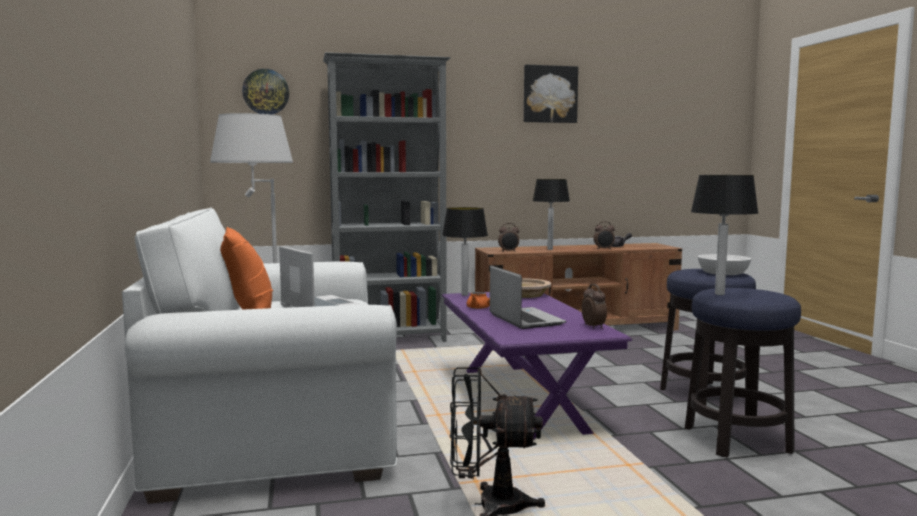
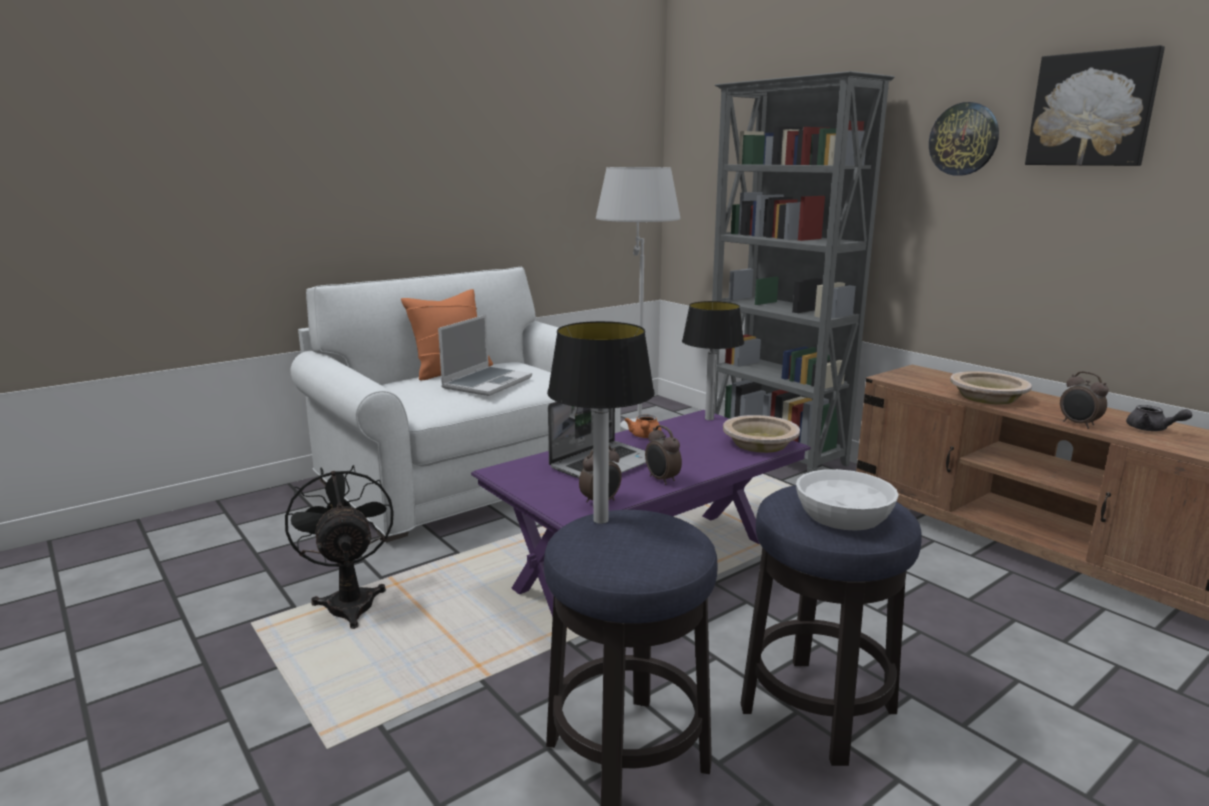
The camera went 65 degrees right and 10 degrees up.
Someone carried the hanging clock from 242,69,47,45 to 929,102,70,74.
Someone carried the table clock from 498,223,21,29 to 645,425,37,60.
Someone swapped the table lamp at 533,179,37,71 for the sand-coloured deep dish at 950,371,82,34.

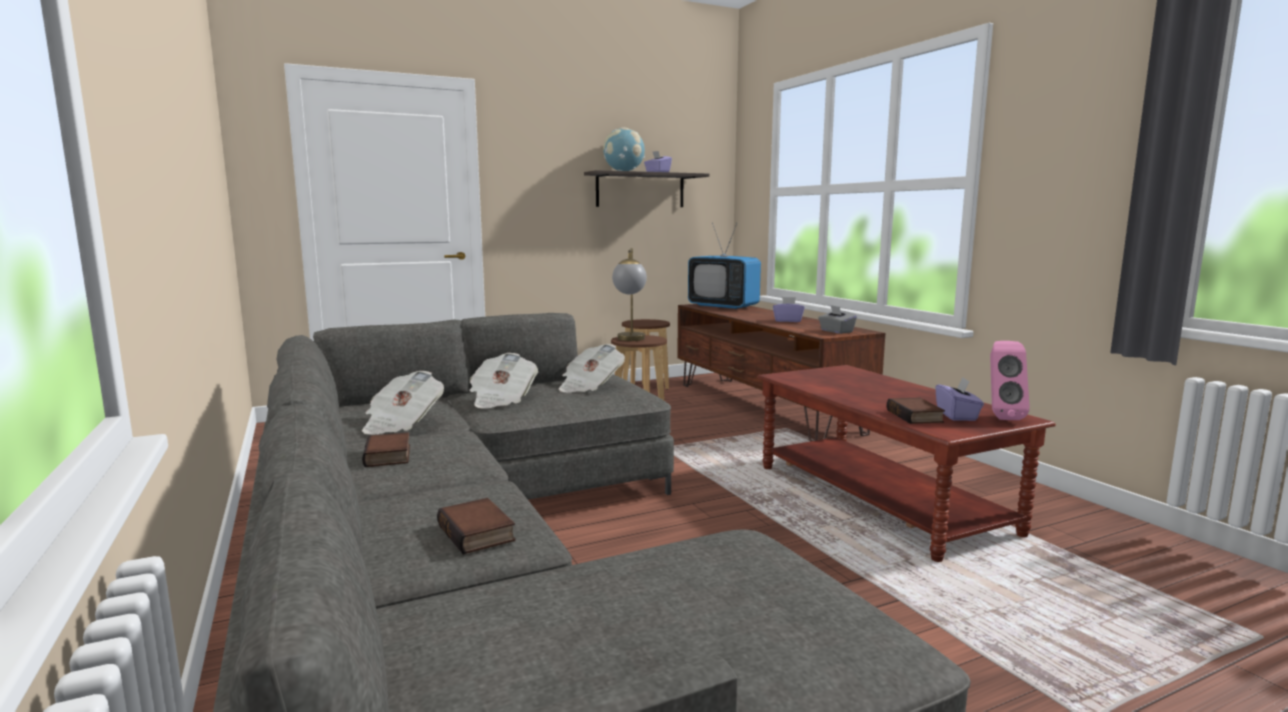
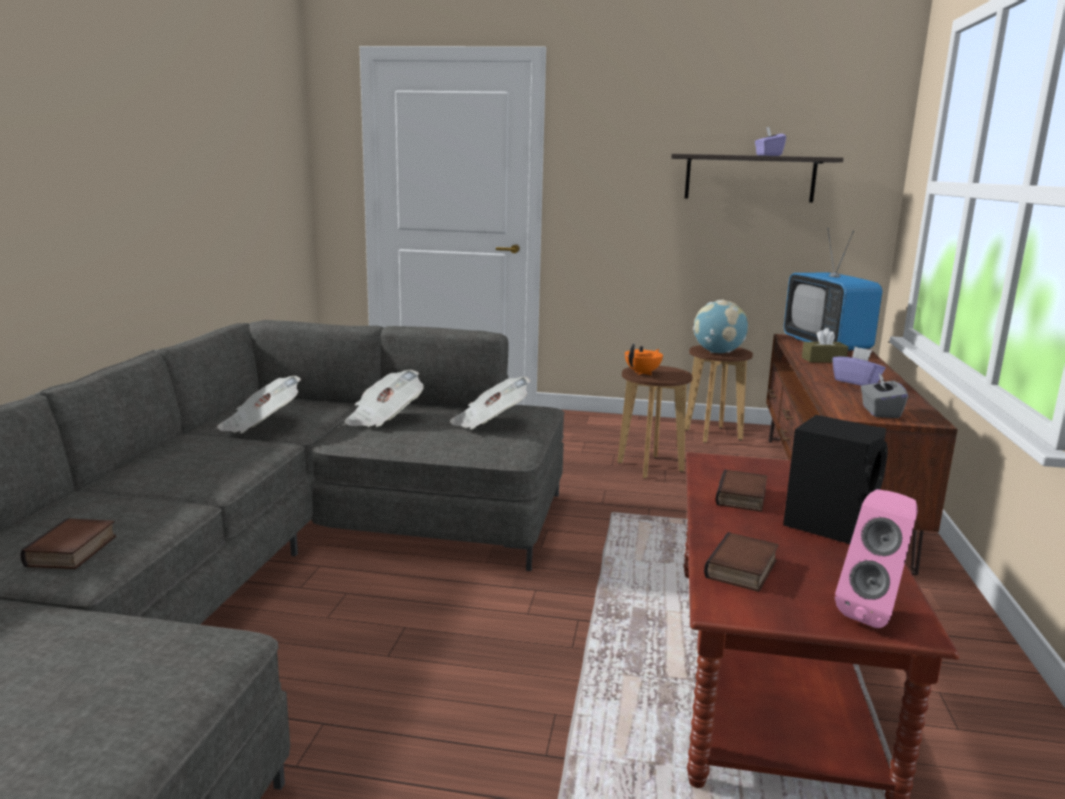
The camera went 35 degrees right and 5 degrees up.
Someone took away the purple tissue holder at 935,377,49,44.
Someone put down the black-coloured speaker at 783,415,105,129.
Someone put down the brownish tissue holder at 802,328,46,35.
Someone carried the bound book from 362,432,48,35 to 715,470,52,42.
Someone carried the globe from 603,127,42,44 to 693,299,55,54.
Someone swapped the table lamp at 612,248,35,93 for the orange-coloured pot for tea at 625,344,38,31.

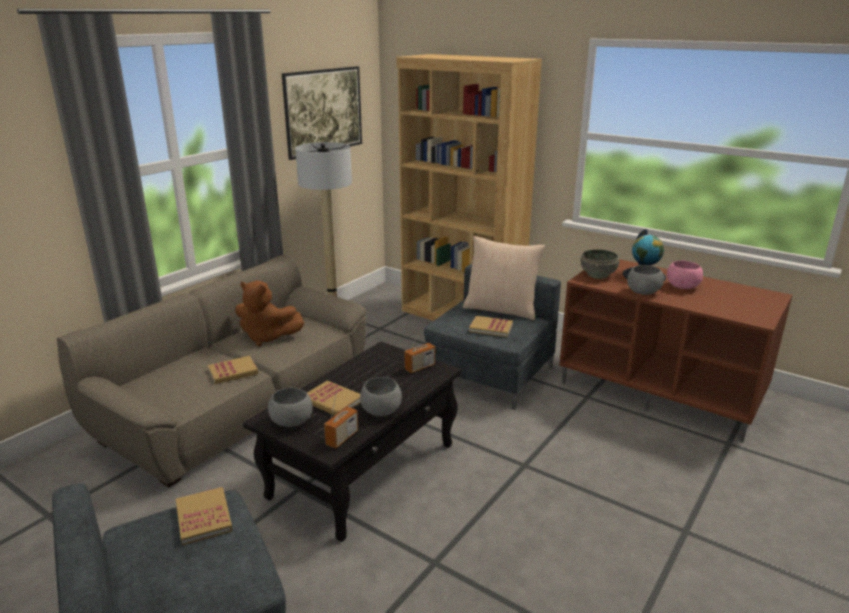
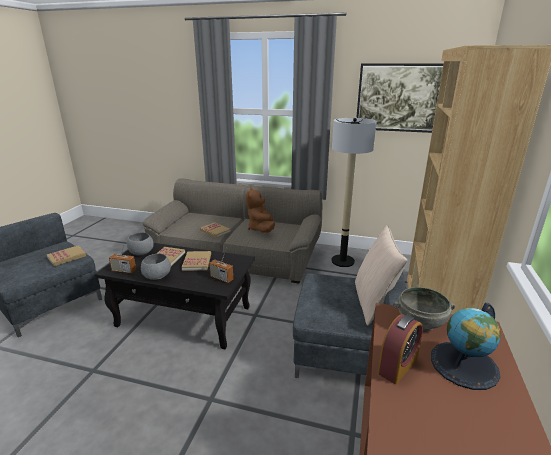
The camera went 70 degrees right and 0 degrees up.
Someone took away the pinkish deep dish at 667,261,36,28.
Someone carried the bound book from 469,316,44,21 to 182,251,29,20.
Someone swapped the greyish deep dish at 627,265,37,30 for the table clock at 378,314,45,70.

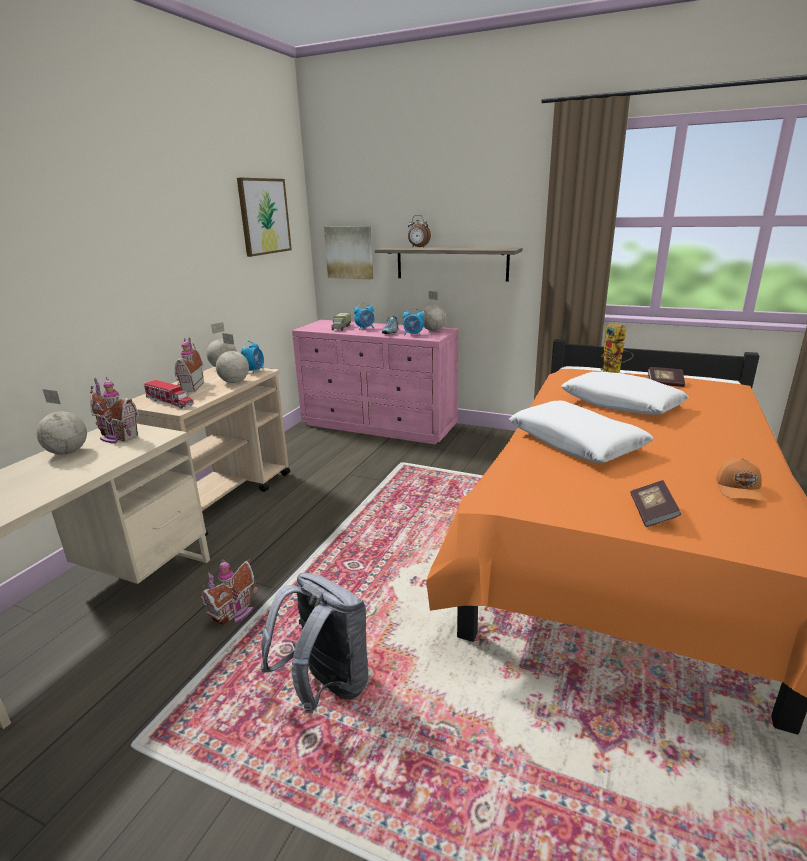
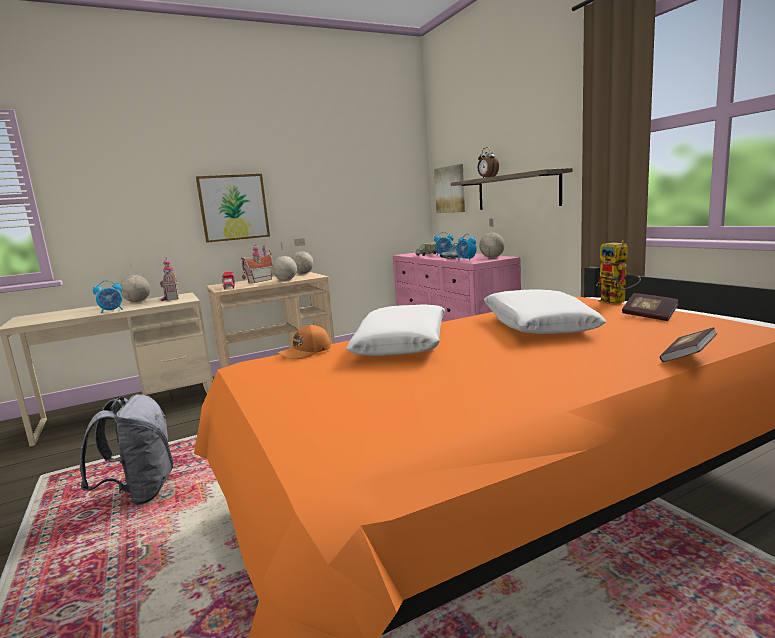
The camera went 40 degrees right and 10 degrees down.
Someone took away the miniature house at 200,559,58,67.
Someone carried the wall art from 237,178,55,79 to 196,174,74,69.
Someone carried the table clock from 241,341,23,33 to 93,280,30,33.
Someone carried the bound book from 630,480,51,47 to 660,327,57,35.
Someone carried the orange-coloured cap from 716,458,49,43 to 277,324,54,35.
Someone rotated the toy robot at 600,324,33,49 by 45 degrees counterclockwise.

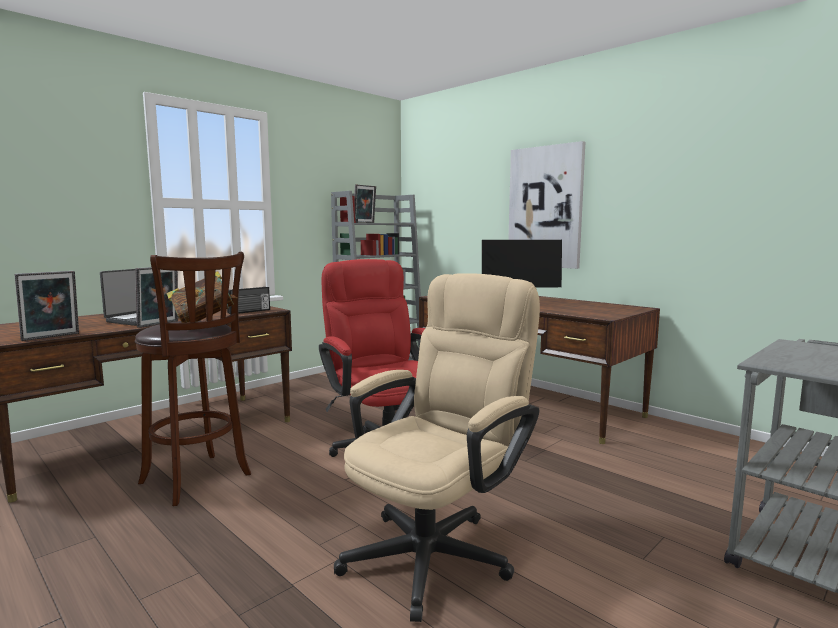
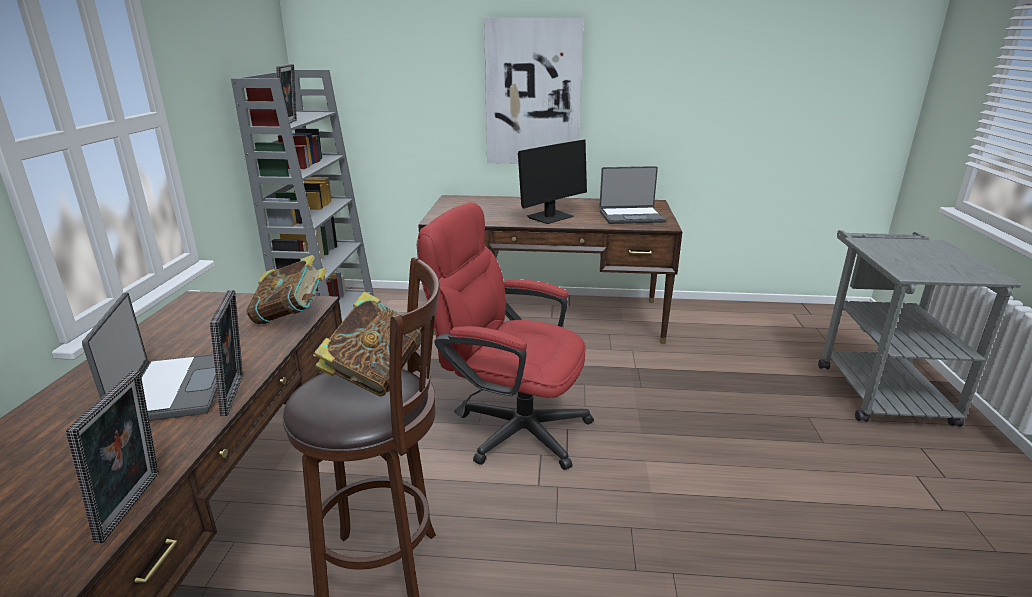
The camera went 40 degrees left and 15 degrees up.
Someone took away the sand-coloured office chair at 334,273,206,349.
Someone put down the notebook computer at 599,166,67,58.
Someone swapped the radio at 227,287,43,27 for the bound book at 246,255,81,69.

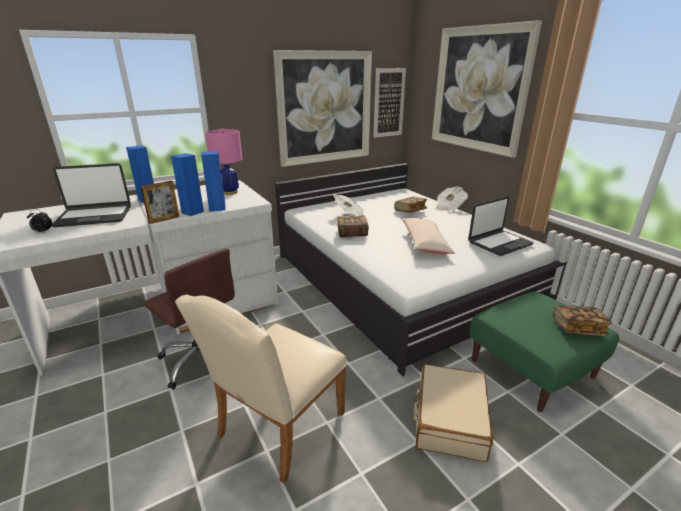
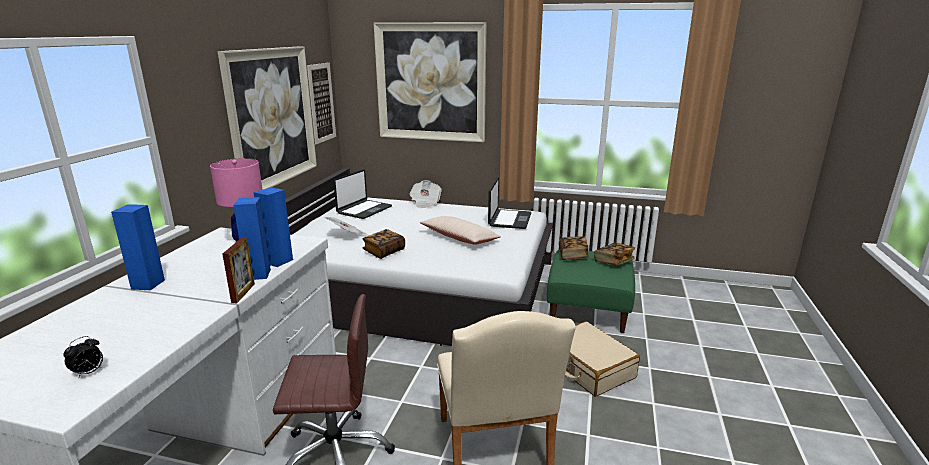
The camera went 45 degrees left and 5 degrees down.
Someone carried the notebook computer from 52,163,79,64 to 333,169,59,50.
Someone carried the bound book from 395,196,32,17 to 559,236,30,24.

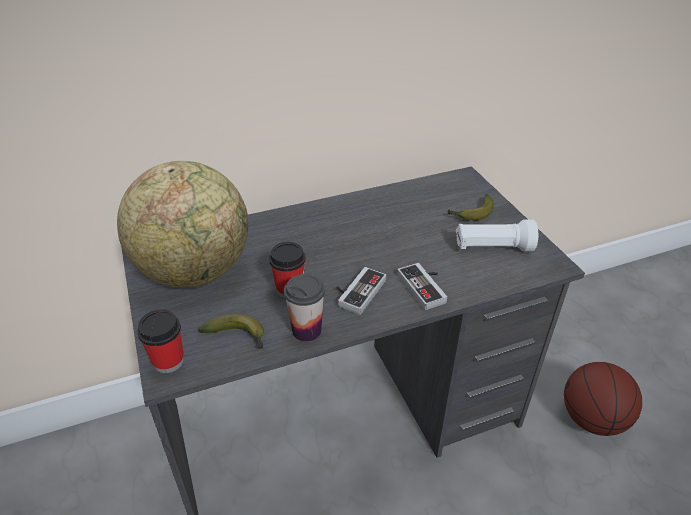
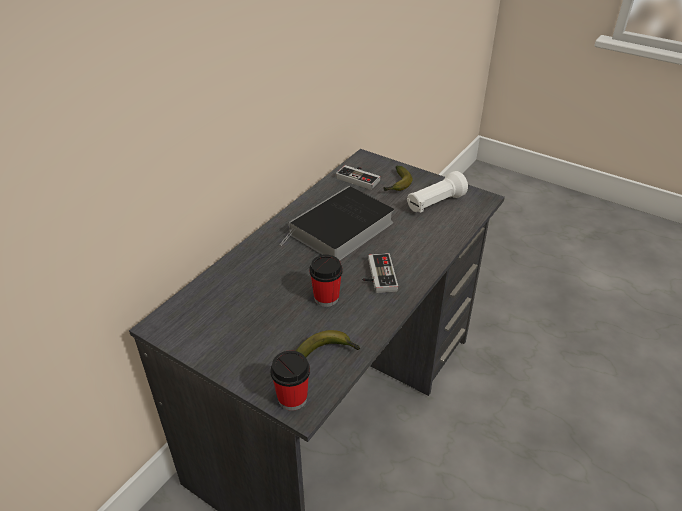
The camera went 35 degrees left and 0 degrees up.
Someone took away the globe at 117,161,131,127.
Someone took away the cup at 284,274,41,68.
Someone took away the basketball at 564,362,78,74.
Someone put down the bound book at 280,186,114,75.
Someone carried the game controller from 397,263,50,47 to 336,165,44,25.

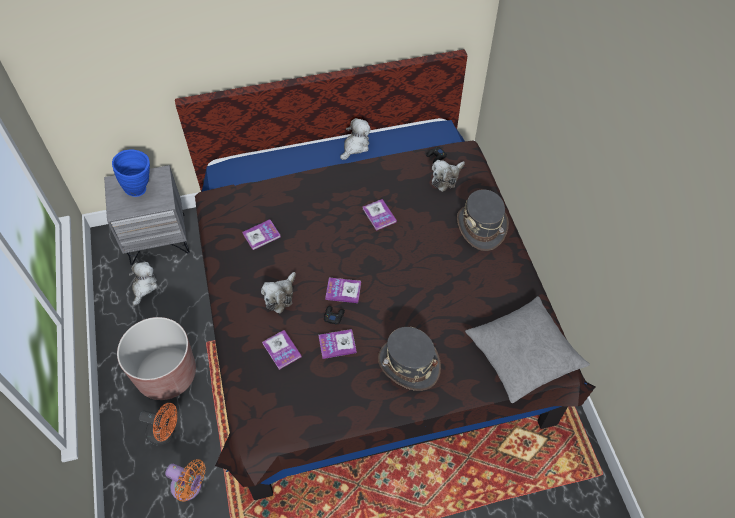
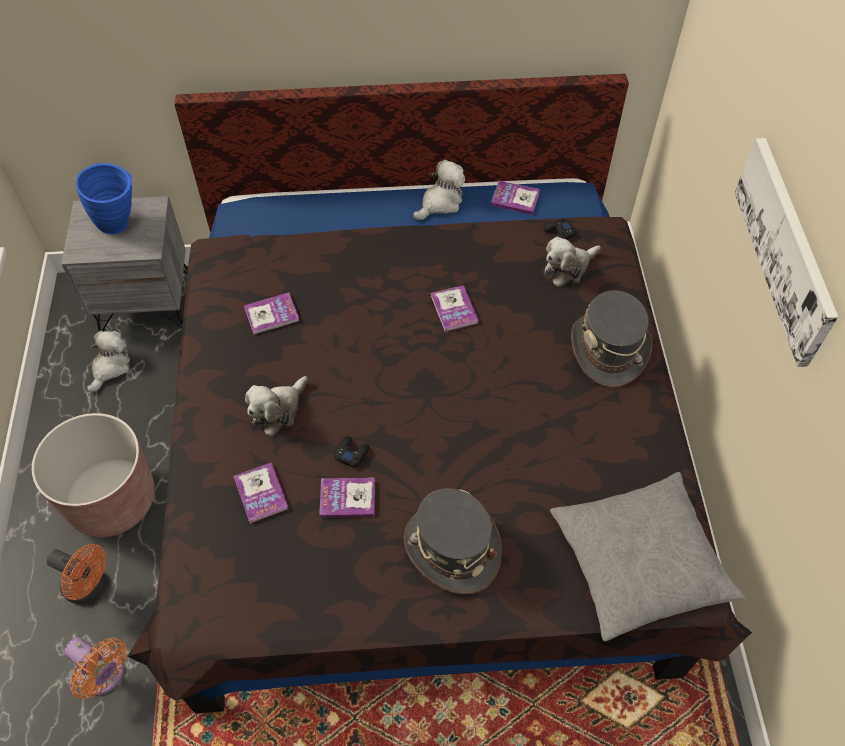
The camera went 10 degrees right and 0 degrees up.
Someone put up the wall art at 735,138,103,229.
Someone carried the bound book from 325,278,36,25 to 491,181,49,34.

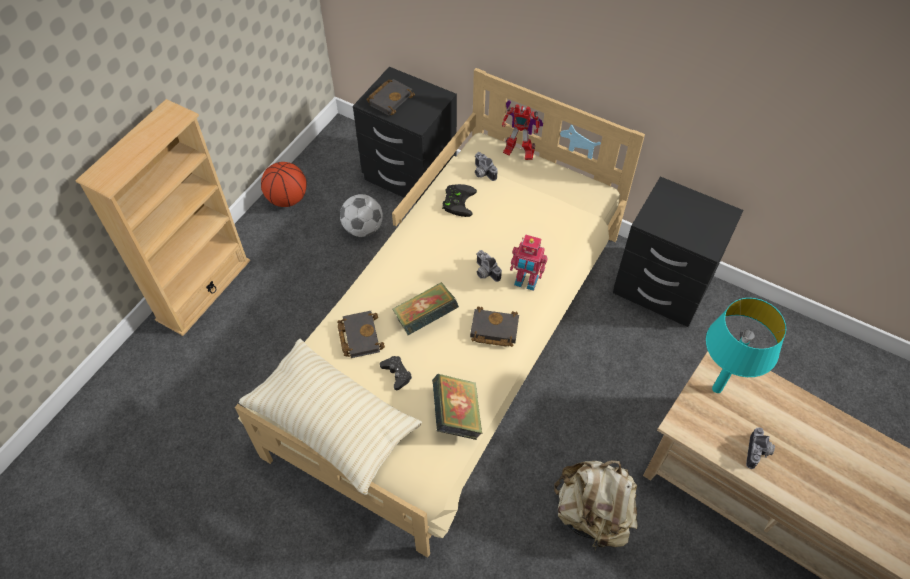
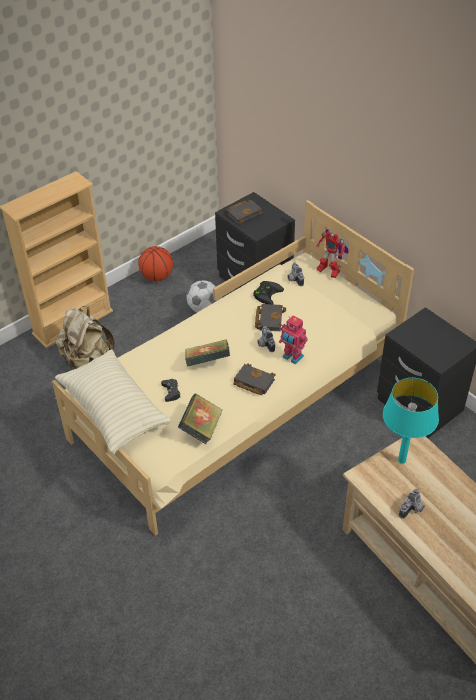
The camera went 20 degrees right and 10 degrees down.
Someone carried the black-coloured bound book from 337,311,48,47 to 255,304,31,27.
Someone carried the sand-coloured rucksack from 554,460,84,90 to 55,306,60,64.

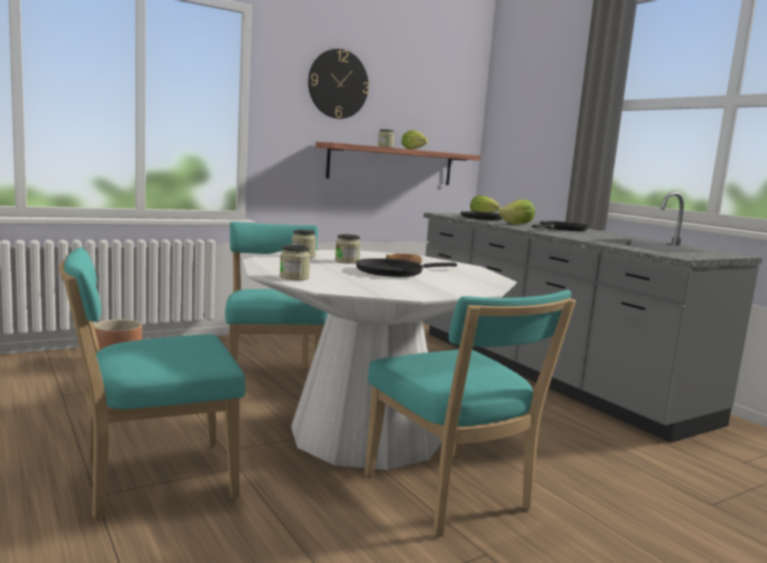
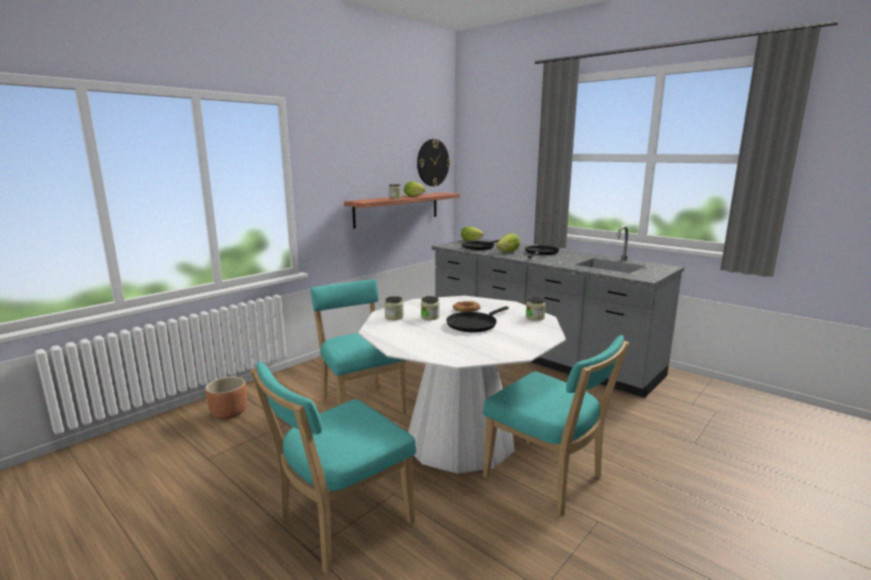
The camera went 15 degrees left and 5 degrees up.
Someone carried the jar from 280,245,30,35 to 526,297,20,24.
Someone carried the hanging clock from 308,49,61,70 to 417,139,33,47.

